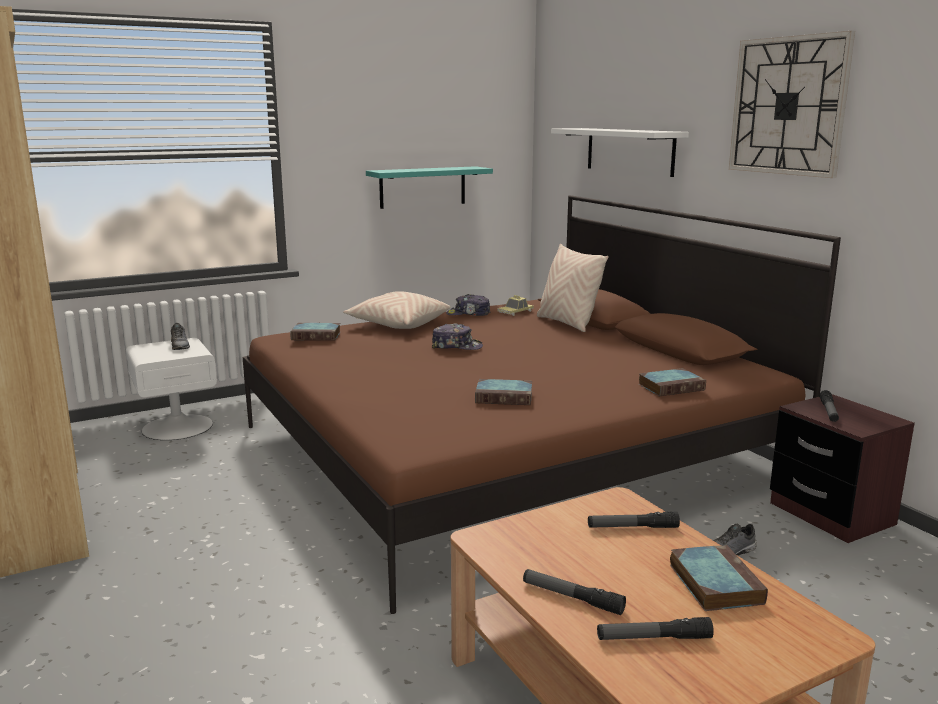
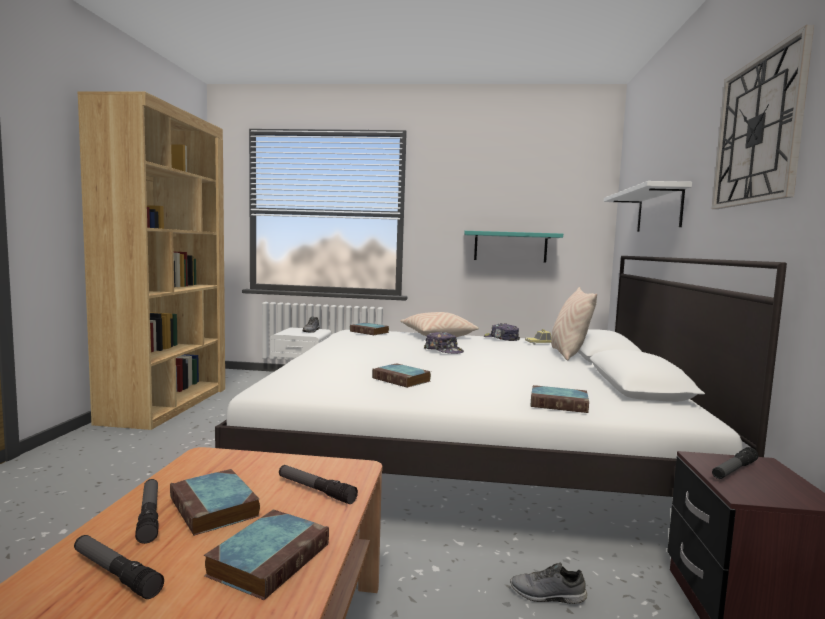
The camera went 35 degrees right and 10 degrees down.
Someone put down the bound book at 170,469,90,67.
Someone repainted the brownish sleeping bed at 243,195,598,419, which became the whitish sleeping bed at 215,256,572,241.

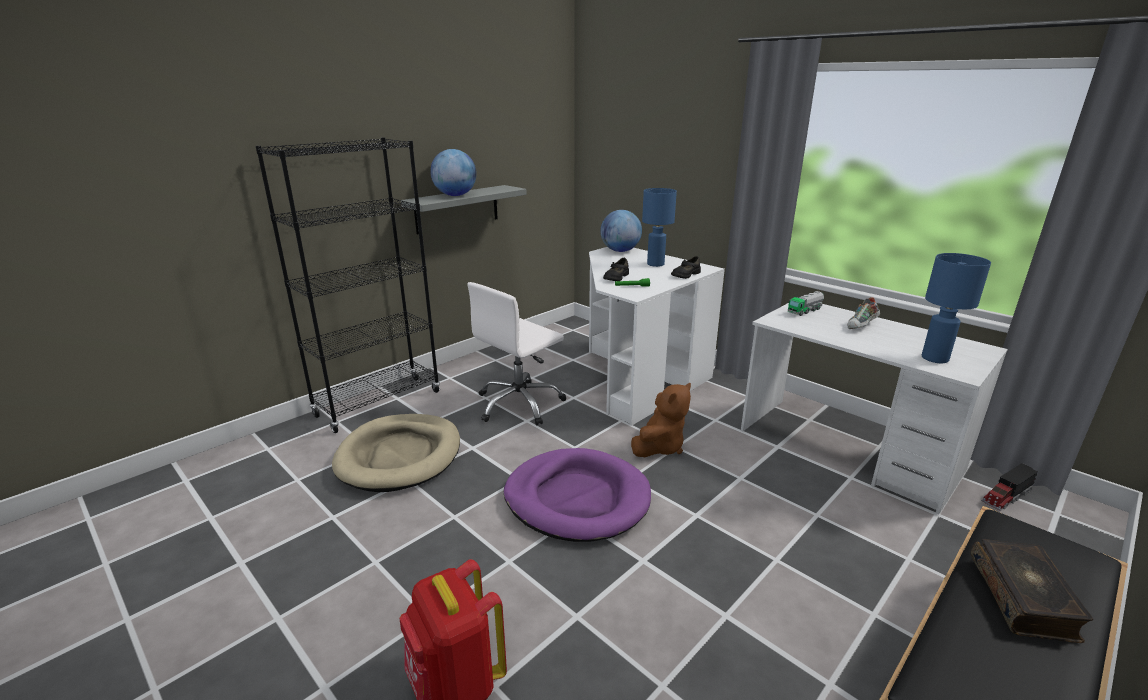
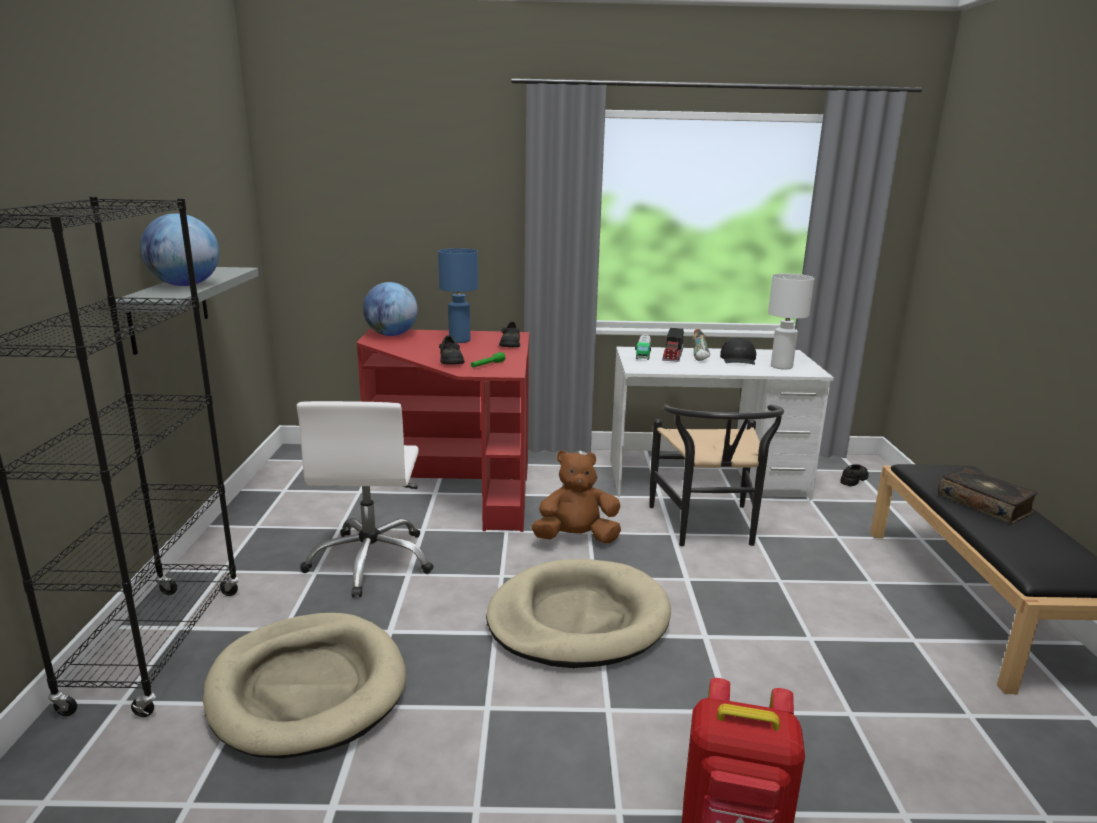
The camera went 45 degrees left and 5 degrees down.
Someone put down the black-coloured chair at 649,404,135,142.
Someone put down the black-coloured cap at 720,338,36,27.
Someone put down the black-coloured item of footwear at 840,464,29,22.
Someone carried the model truck from 982,463,56,48 to 662,328,22,34.
Someone repainted the purple pet bed at 504,448,147,94, which became the sand-coloured pet bed at 486,559,185,109.
Someone repainted the whitish desk at 589,247,136,179, which became the red-coloured desk at 357,329,173,203.
Someone repainted the blue table lamp at 922,253,69,110, which became the whitish table lamp at 768,273,47,97.
Someone rotated the brownish plush toy at 631,383,60,74 by 90 degrees counterclockwise.

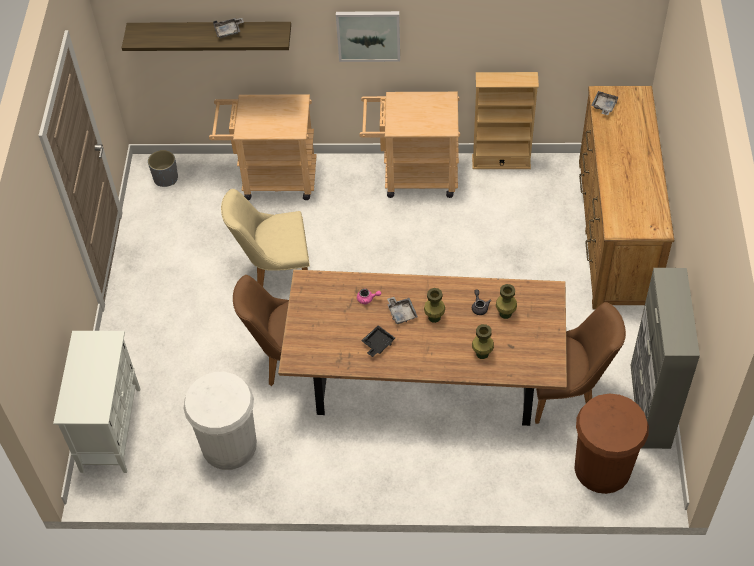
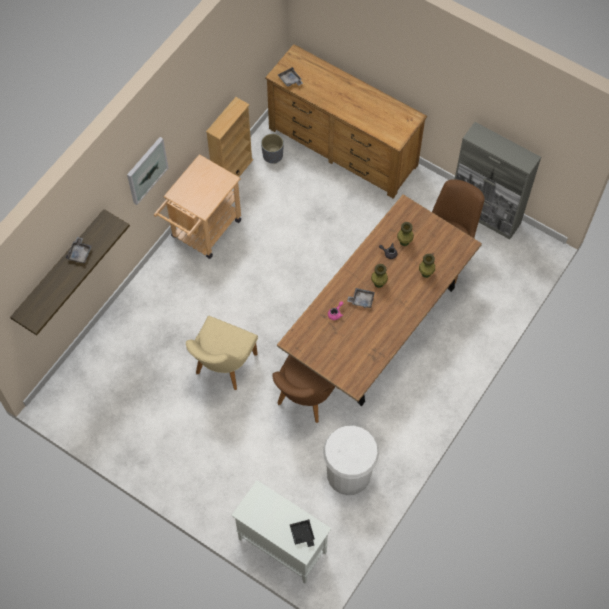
The camera went 60 degrees left and 10 degrees up.
Someone took away the sand-coloured trolley at 209,94,108,106.
Someone took away the brownish waste bin at 574,393,75,101.
Someone carried the greyish flower pot from 148,150,30,37 to 261,134,23,30.
Someone carried the black-coloured tray from 361,325,35,32 to 289,519,26,28.

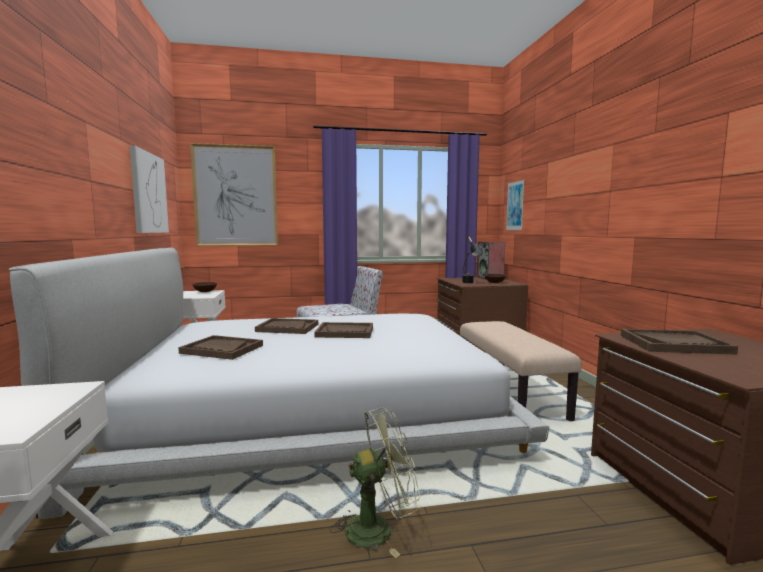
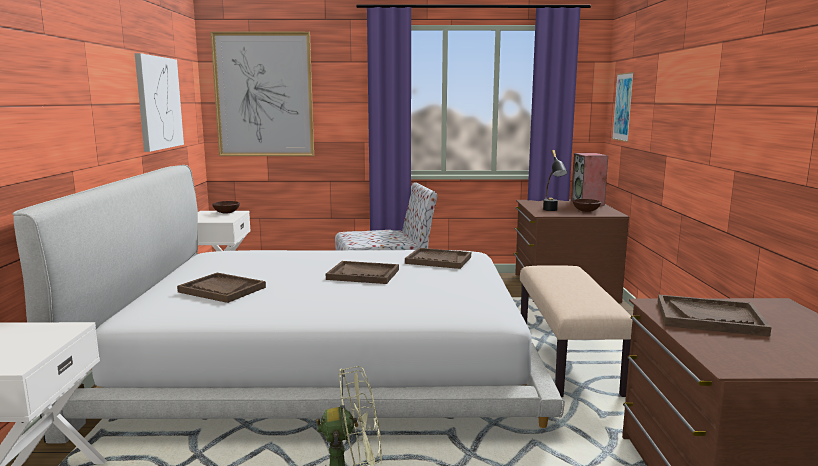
The camera went 10 degrees right and 5 degrees up.
Someone carried the brownish tray from 255,318,63,16 to 405,248,66,21.

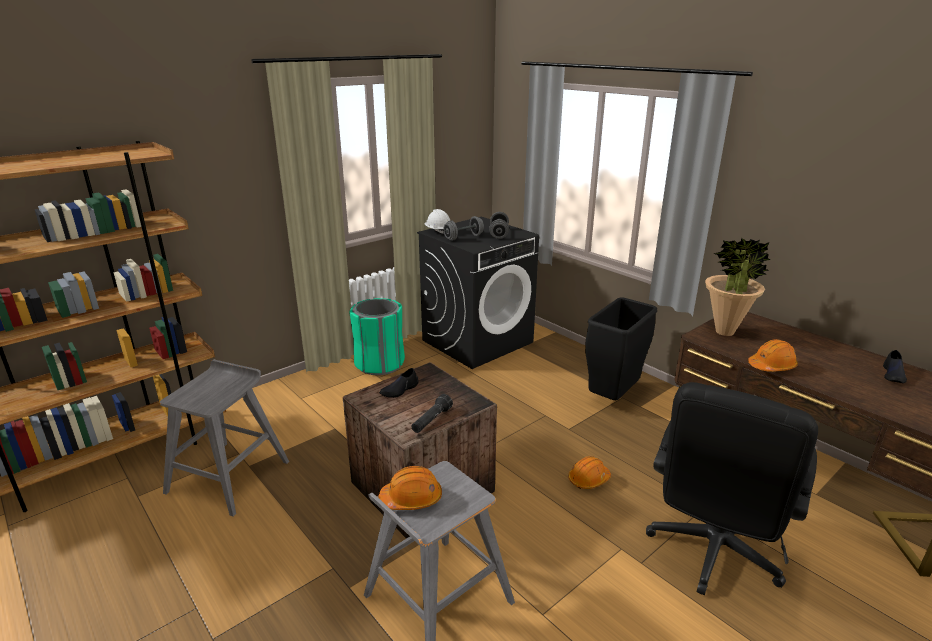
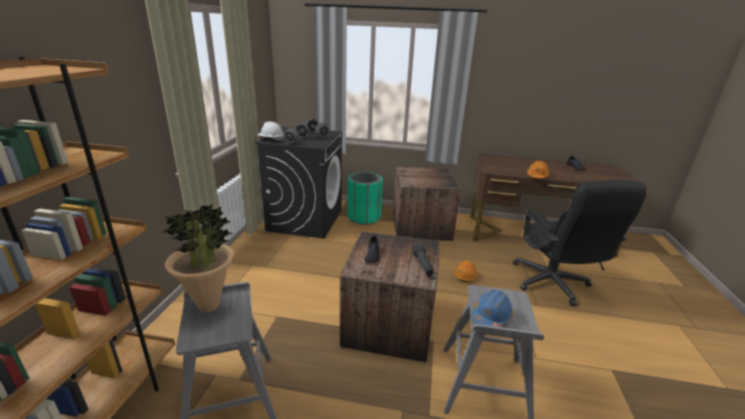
The camera went 40 degrees left and 0 degrees up.
Someone carried the green waste bin from 349,298,56,77 to 347,172,36,53.
Someone carried the houseplant from 705,238,66,98 to 161,204,73,108.
Someone swapped the black-coloured waste bin at 585,297,72,103 for the packing crate at 393,166,68,75.
Someone repainted the orange-coloured hard hat at 379,466,63,44, which became the blue hard hat at 472,290,41,37.

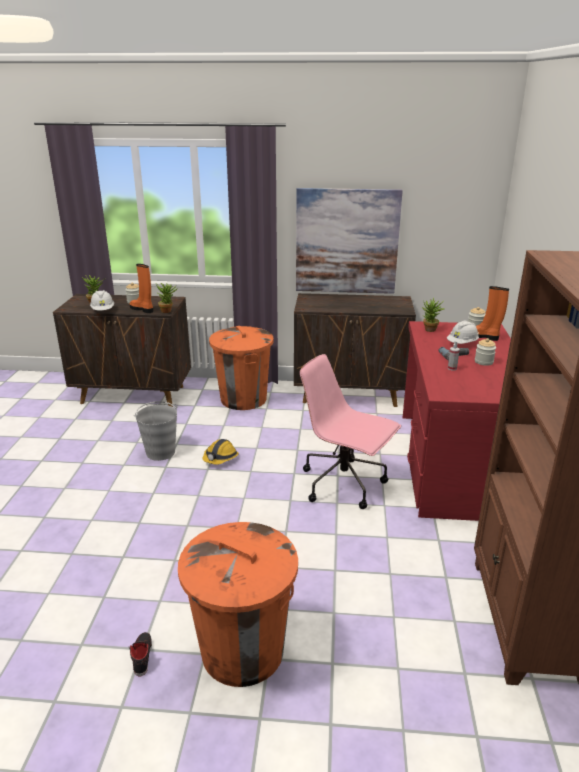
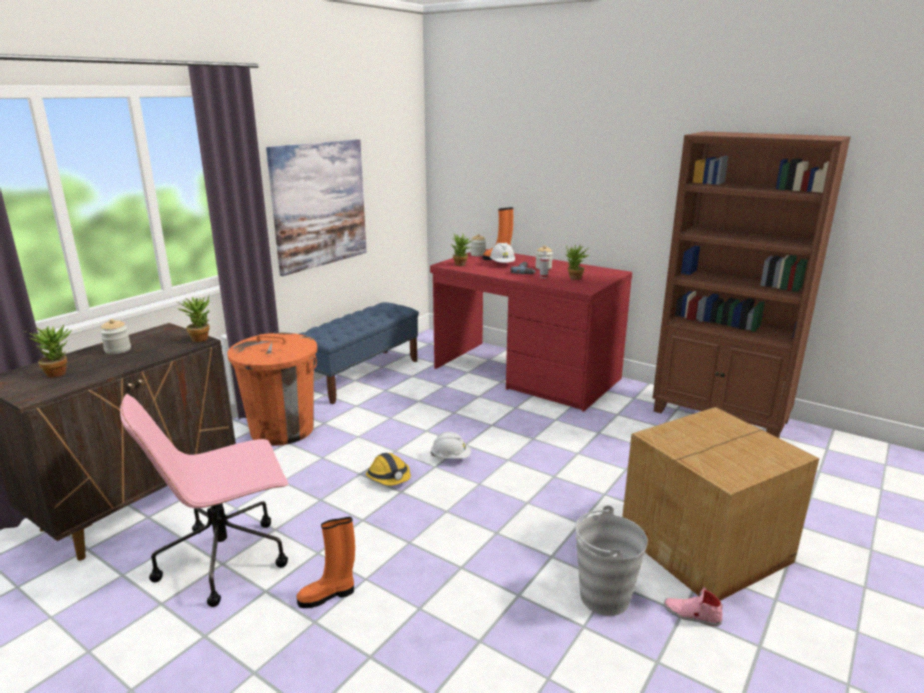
The camera went 60 degrees left and 5 degrees down.
Someone put down the houseplant at 566,244,24,36.
Someone carried the whitish hard hat from 90,290,24,20 to 430,432,41,27.
Someone carried the orange-coloured high-top boot from 130,264,23,49 to 297,517,58,91.
Someone carried the greyish pail from 133,401,45,60 to 575,505,73,111.
Someone carried the pinkish office chair from 300,354,101,155 to 120,394,168,213.
Someone swapped the orange-coloured waste bin at 178,522,120,165 for the packing box at 622,407,197,194.
Someone swapped the brownish cabinet at 294,293,122,114 for the blue long seat at 299,302,120,102.
Someone repainted the black-coloured item of footwear at 128,632,24,44, which became the pinkish item of footwear at 664,588,59,38.

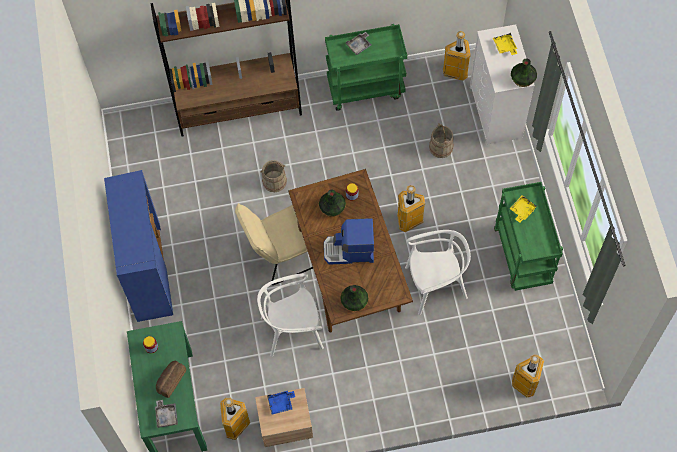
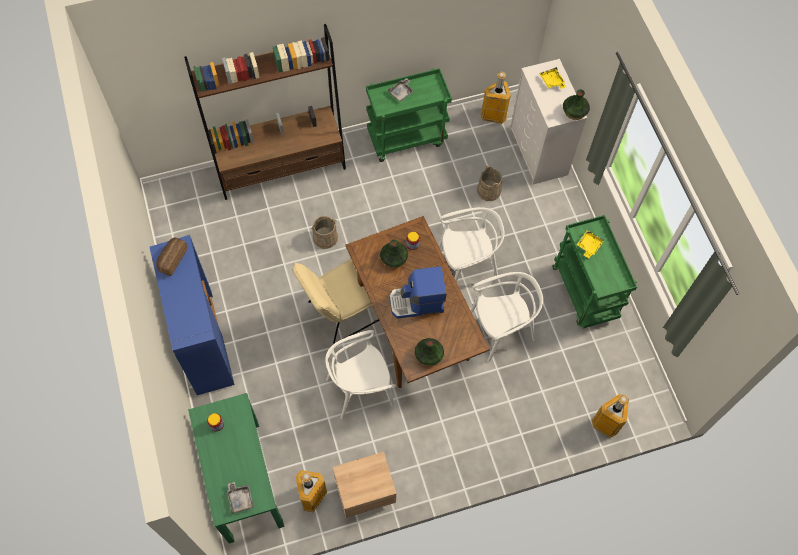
The camera went 10 degrees left and 0 degrees up.
Someone took away the blue tray at 267,391,28,24.
Someone carried the bread from 156,361,30,37 to 156,238,32,38.
Someone swapped the waste bin at 397,185,28,47 for the whitish chair at 438,207,67,75.

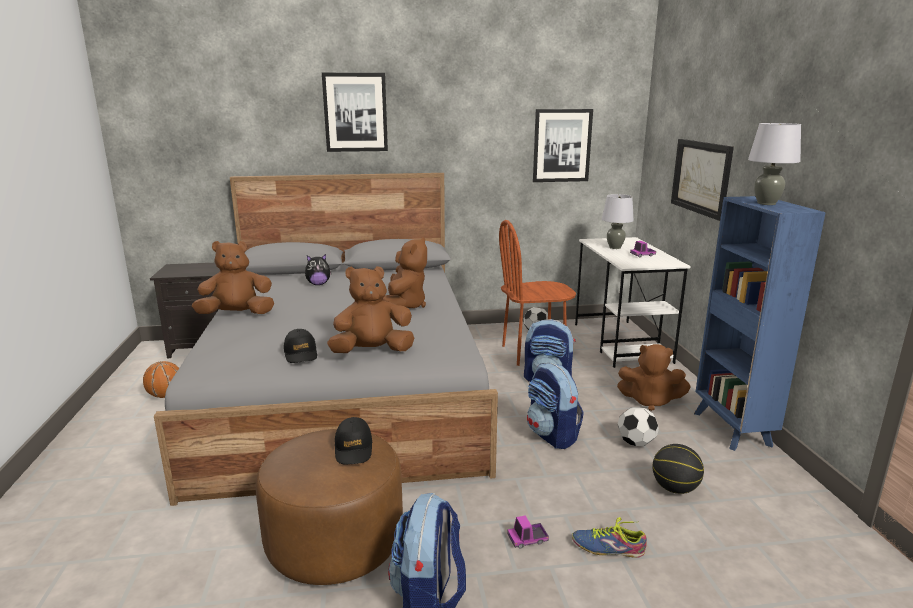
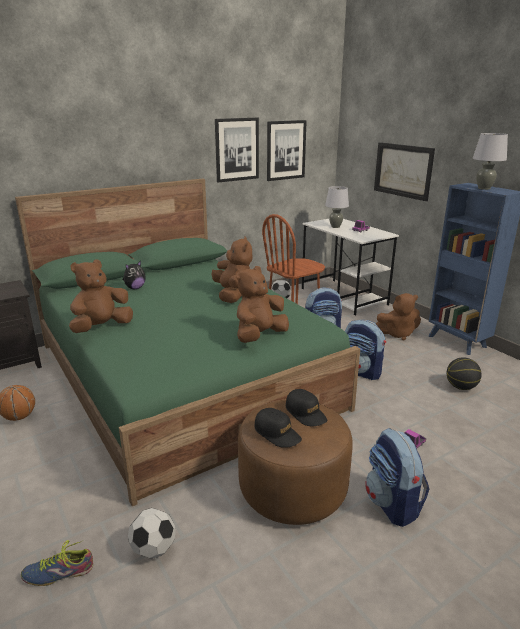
The camera went 25 degrees left and 5 degrees up.
Someone carried the black-coloured cap from 284,329,33,34 to 254,408,48,40.
Someone carried the wall art from 322,73,66,79 to 215,118,44,65.
Someone carried the item of footwear from 572,517,75,41 to 21,540,72,46.
Someone carried the football from 618,407,41,39 to 128,508,48,51.
Someone repainted the greyish sleeping bed at 154,173,344,333, which became the green sleeping bed at 15,179,345,327.

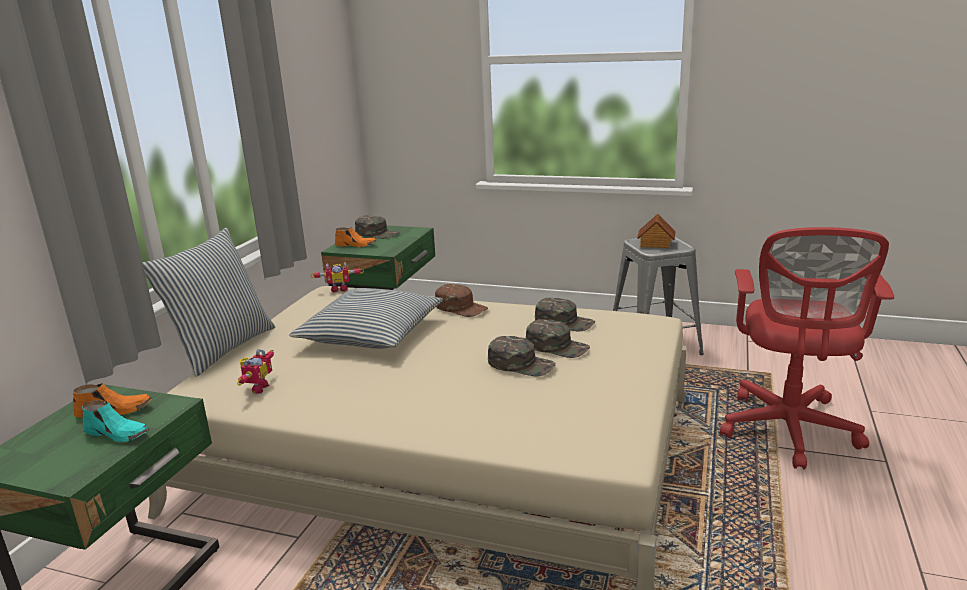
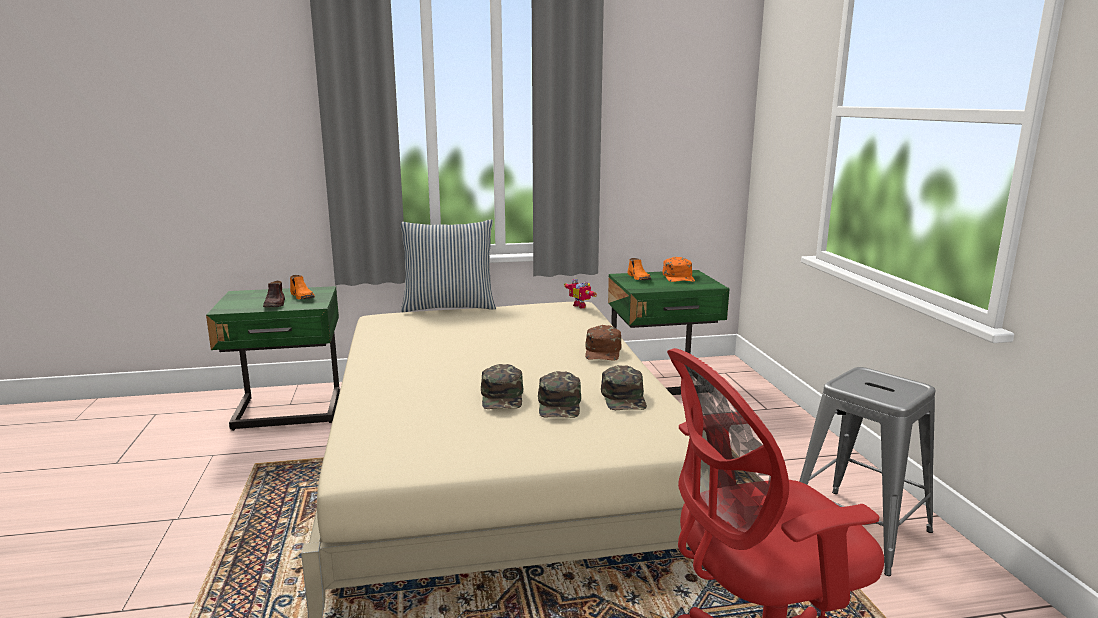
The camera went 60 degrees right and 5 degrees down.
Someone took away the toy robot at 237,349,37,45.
Someone took away the cushion at 289,288,154,61.
Someone took away the miniature house at 637,214,39,34.
Someone repainted the turquoise-coloured item of footwear at 82,400,67,42, which became the brownish item of footwear at 263,281,22,26.
Someone repainted the green cap at 355,215,45,24, which became the orange-coloured cap at 663,257,32,25.

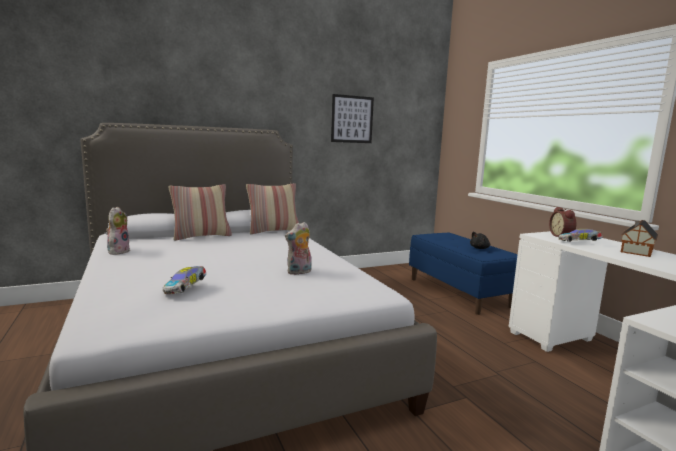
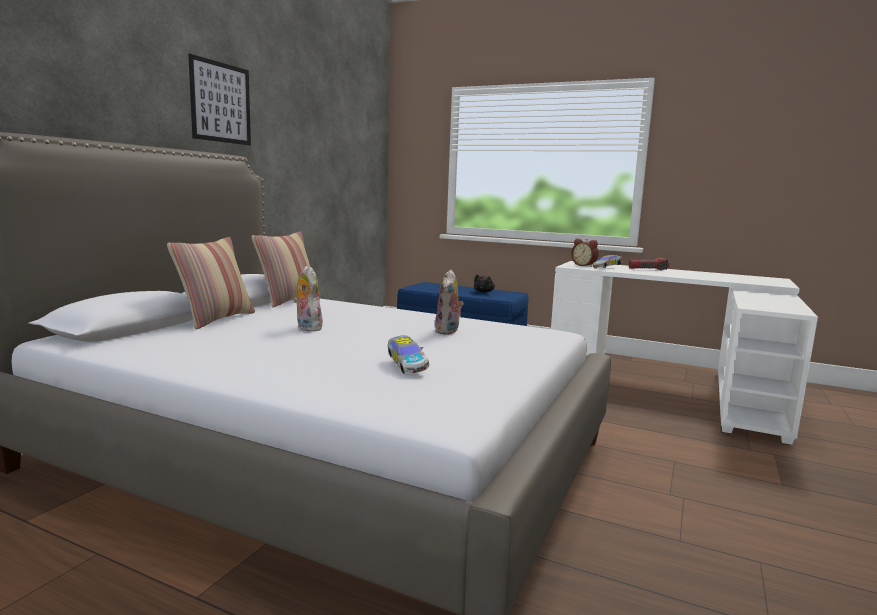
The camera went 40 degrees left and 0 degrees up.
Someone carried the plush toy from 106,207,24,48 to 293,266,30,65.
Someone carried the wall art from 331,94,43,49 to 188,54,63,91.
Someone swapped the miniature house at 621,220,37,37 for the torch at 629,258,41,12.

